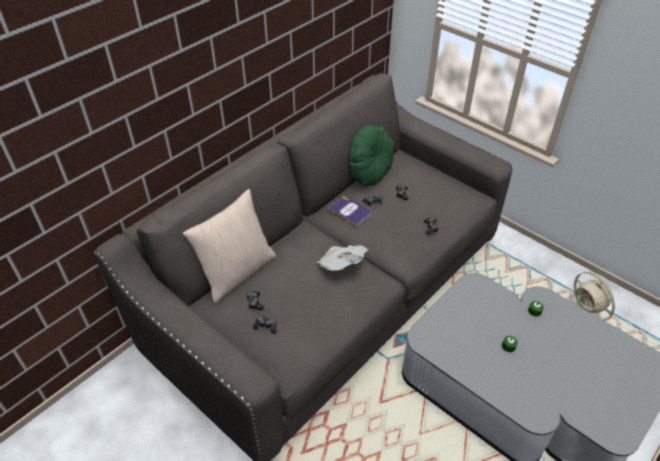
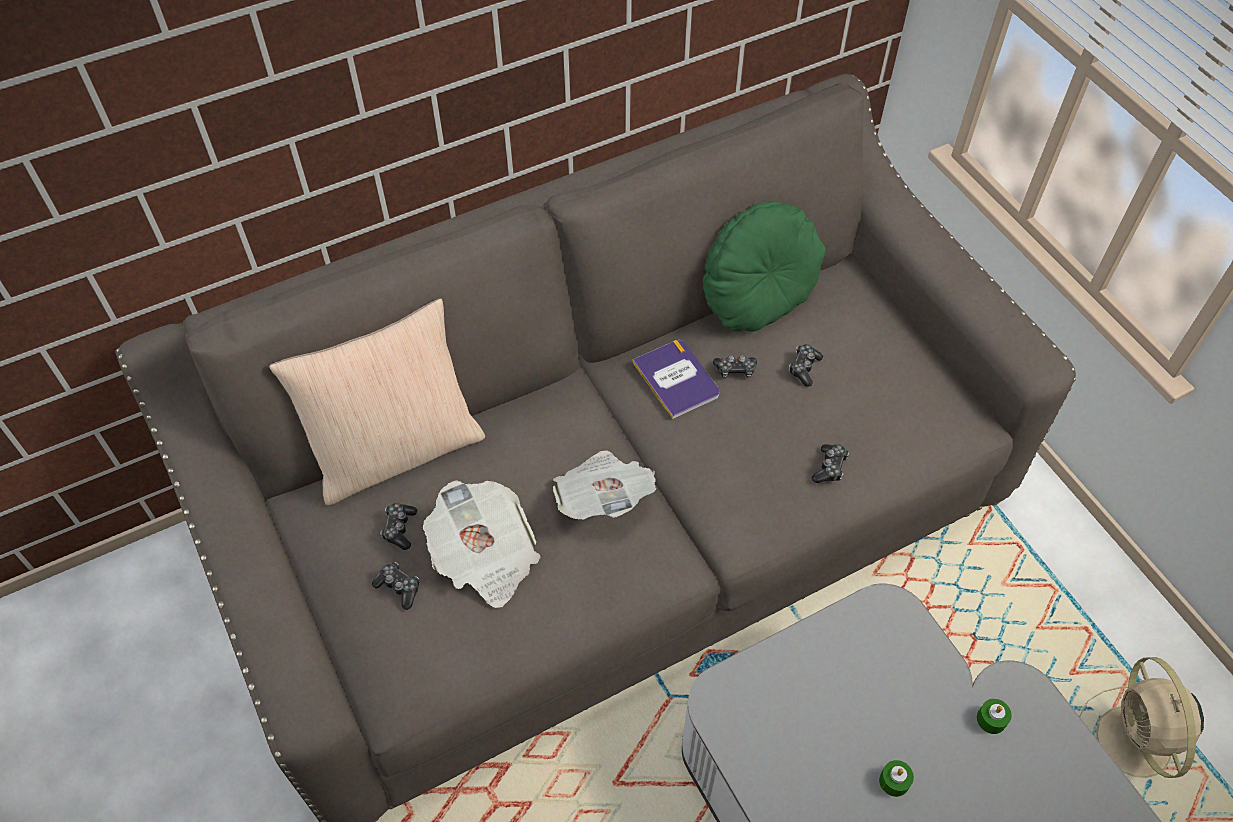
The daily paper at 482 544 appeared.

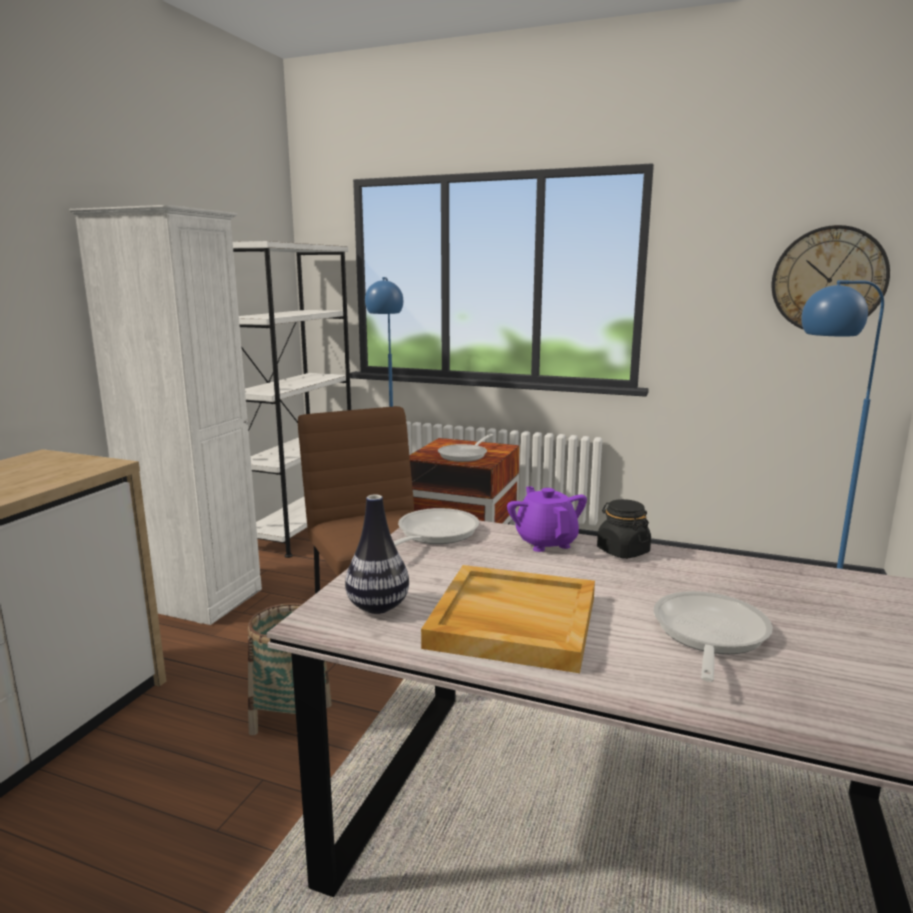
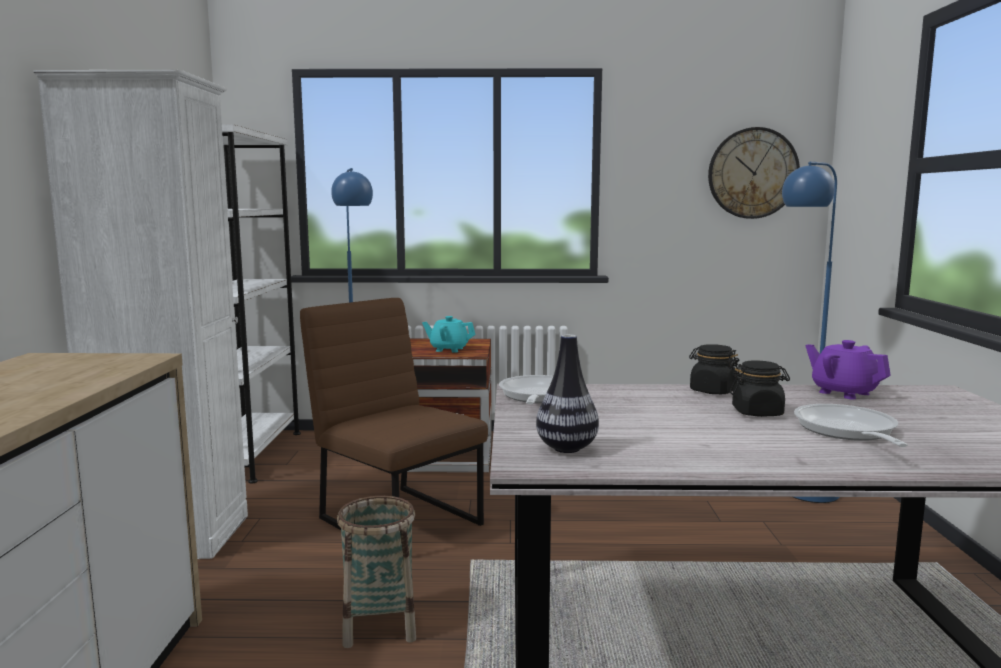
The beige-coloured carrying tray at 508 619 disappeared.
The pan at 465 448 was replaced by the turquoise-coloured pot for tea at 449 334.
The purplish pot for tea moved from 547 519 to 848 369.
The blackish jar at 760 388 appeared.

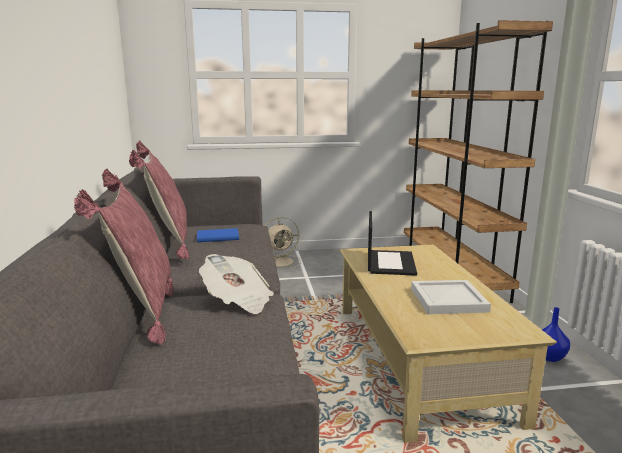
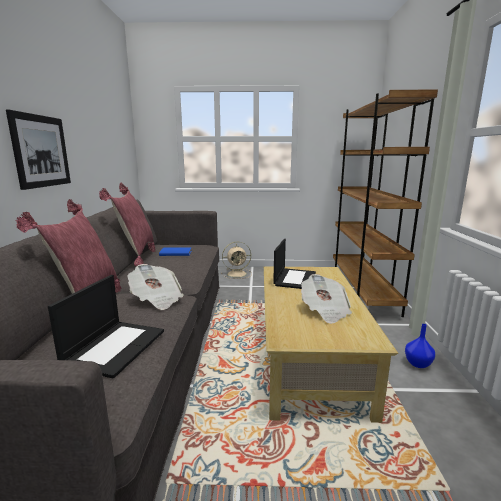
The white-coloured carrying tray at 451 297 was replaced by the daily paper at 326 299.
The wall picture at 38 149 appeared.
The notebook computer at 106 326 appeared.

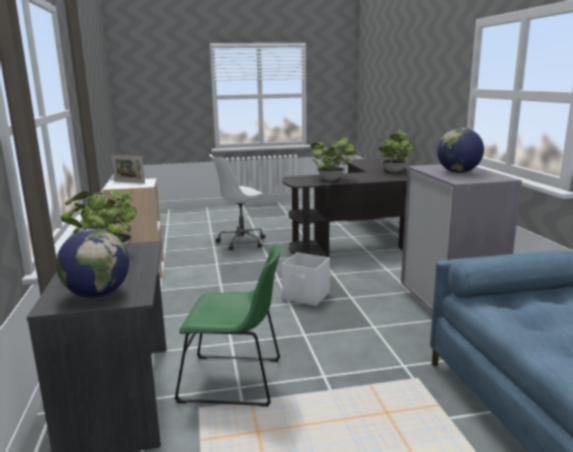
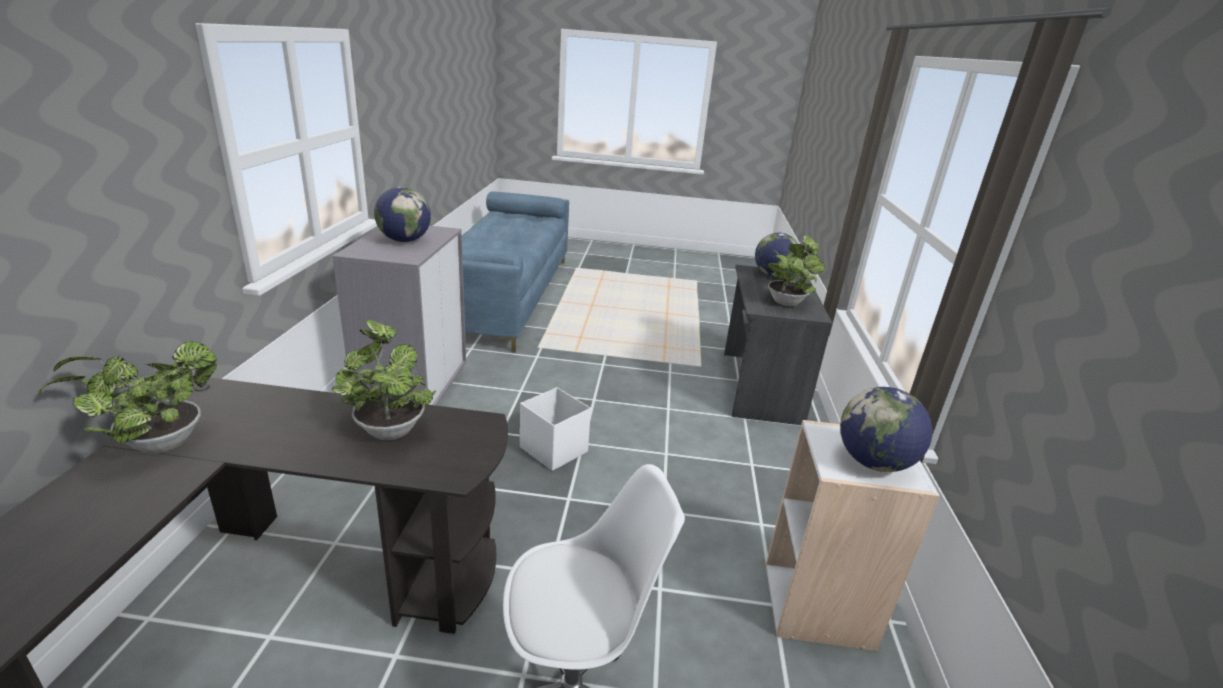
The picture frame at 128 169 was replaced by the globe at 886 429.
The greenish chair at 227 324 disappeared.

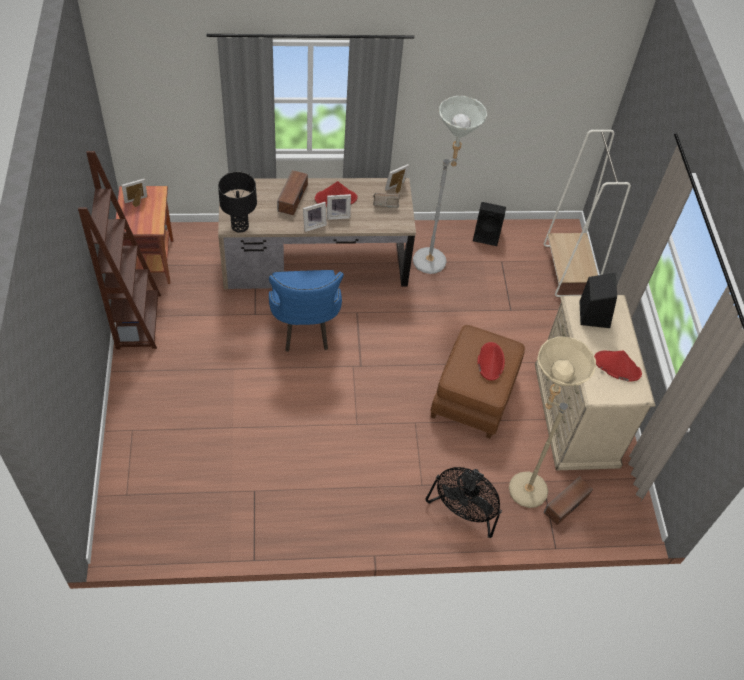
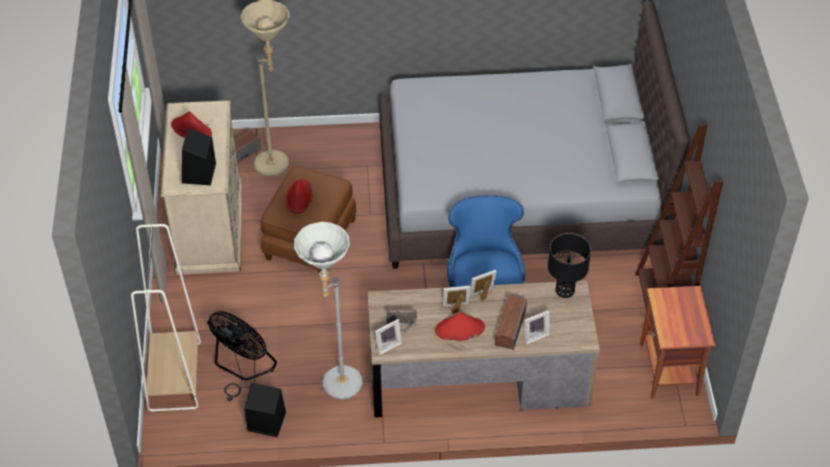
The picture frame moved from 134 193 to 537 327.
The blackish cooling fan moved from 464 502 to 242 356.
The greyish sleeping bed at 534 135 appeared.

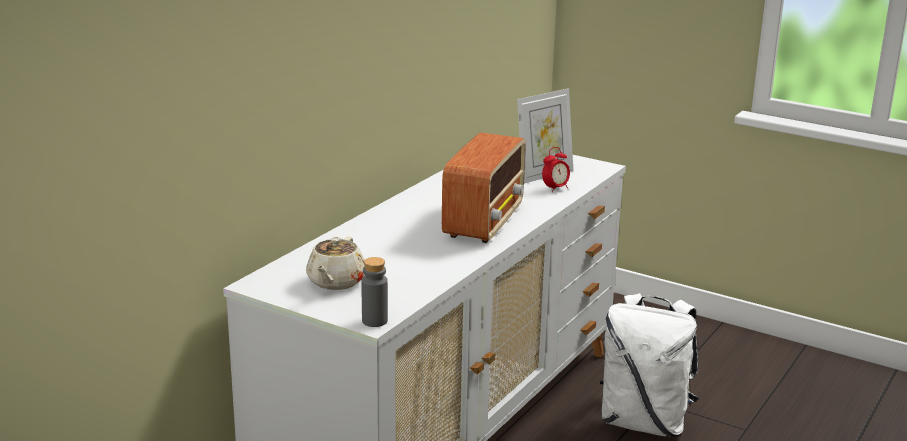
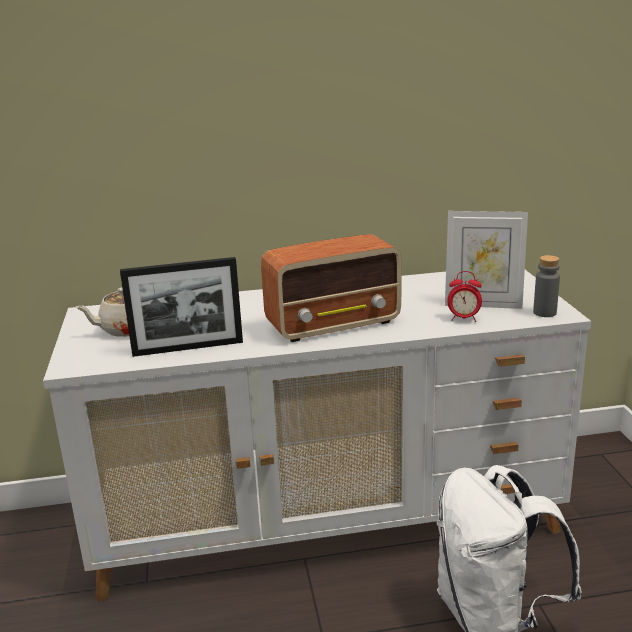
The greyish bottle moved from 374 292 to 546 286.
The picture frame at 181 307 appeared.

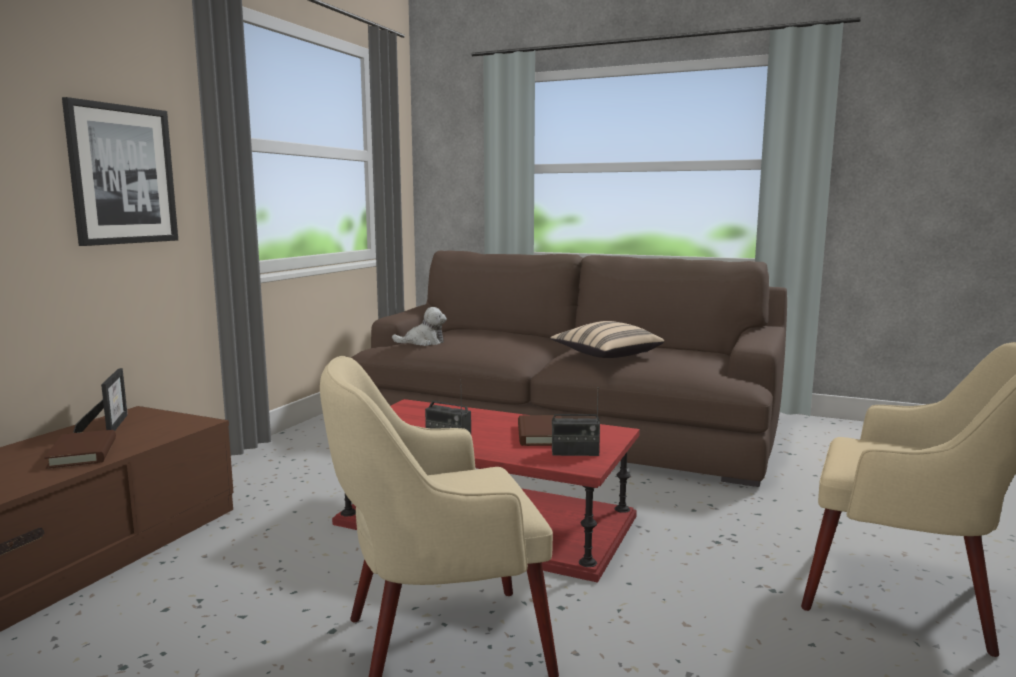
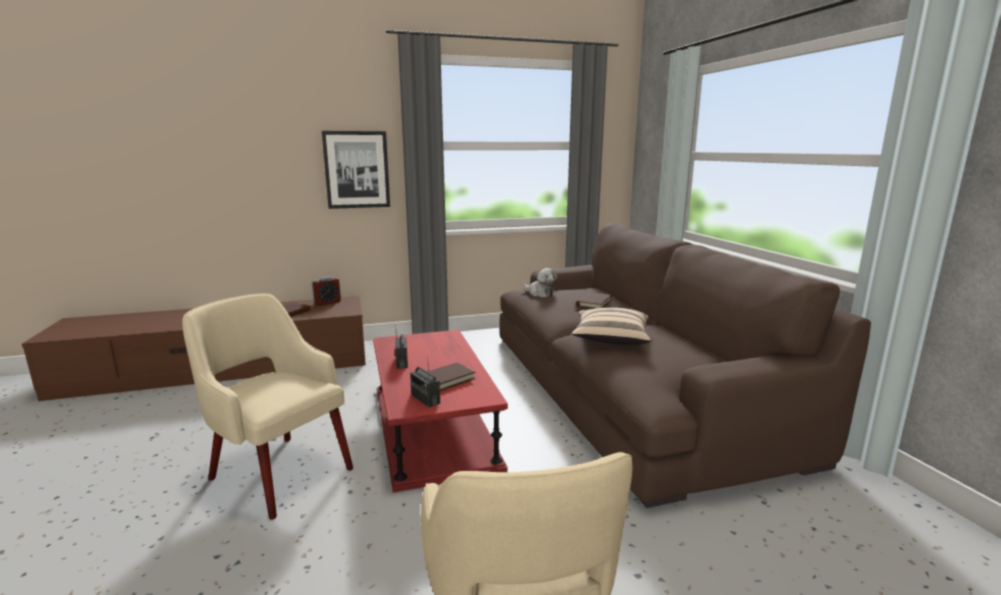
The picture frame at 100 400 was replaced by the alarm clock at 326 291.
The brown-coloured bound book at 594 300 appeared.

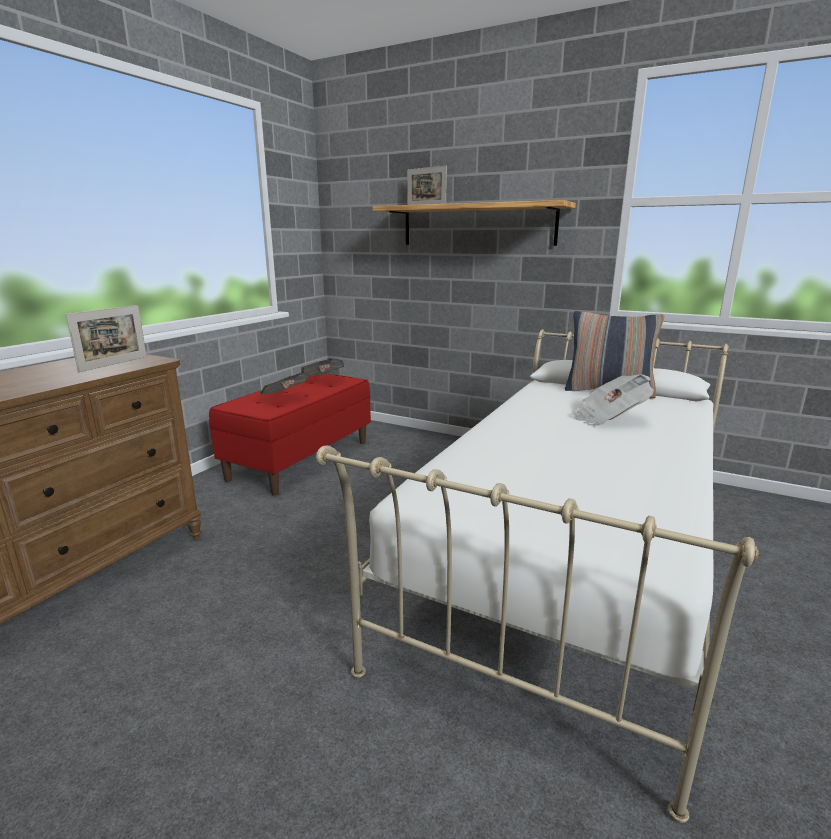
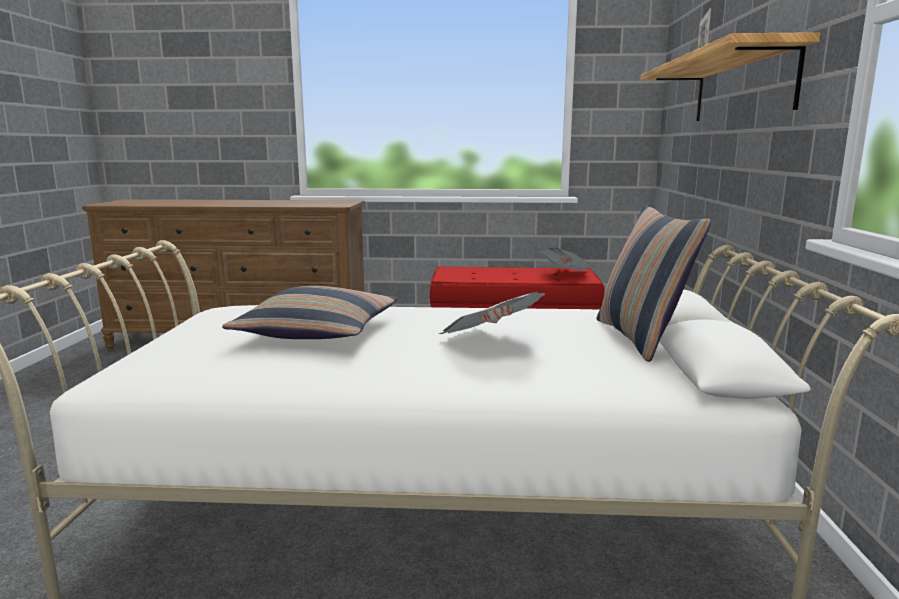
The picture frame at 106 338 disappeared.
The daily paper at 284 384 disappeared.
The throw pillow at 310 312 appeared.

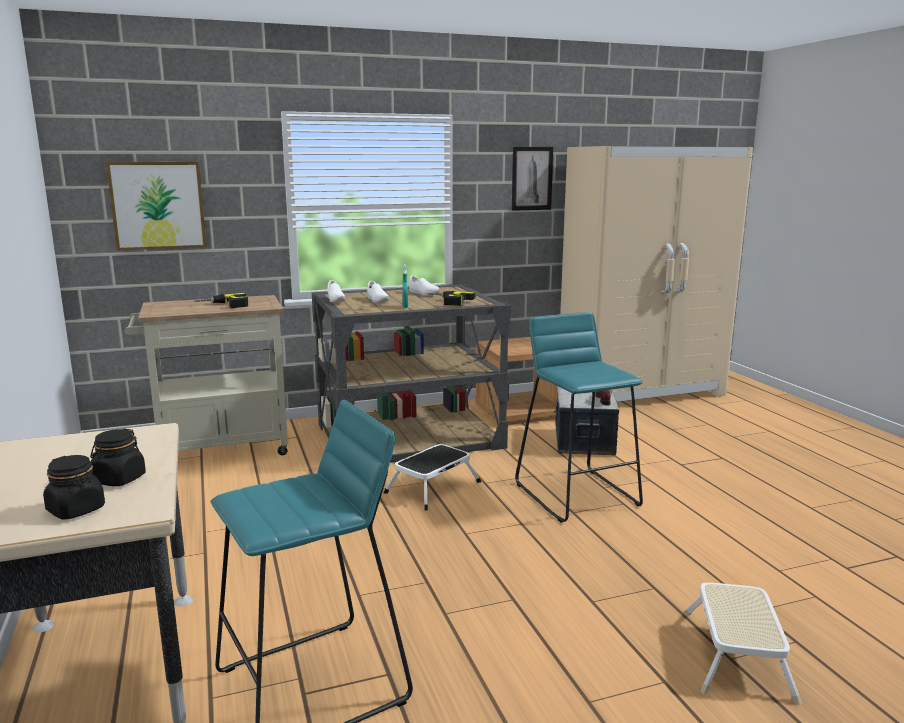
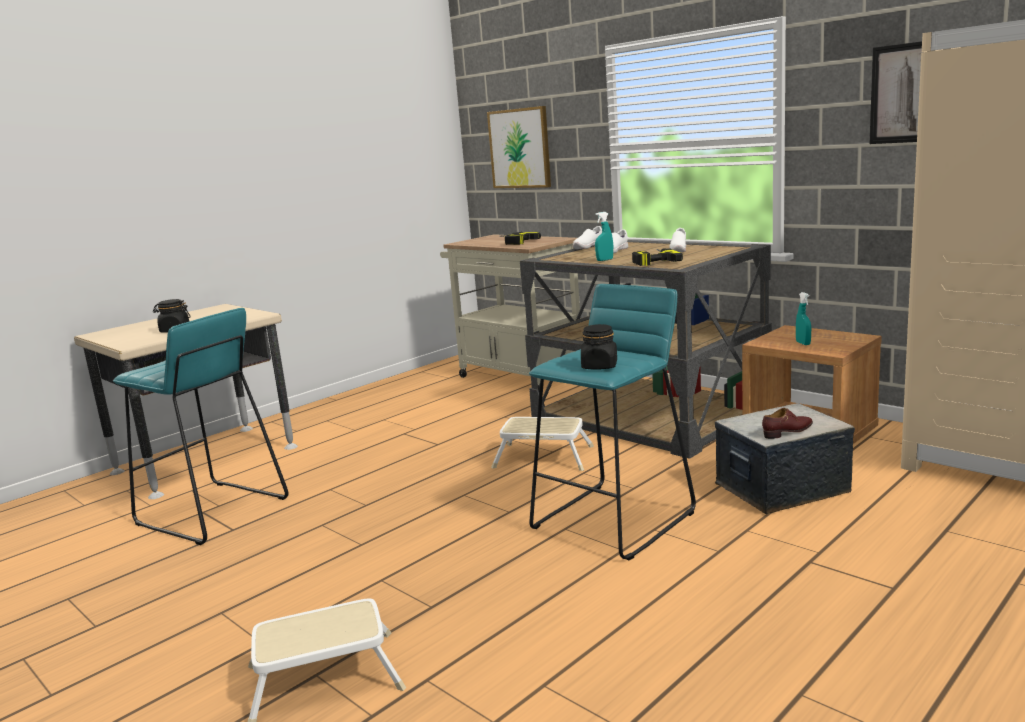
The blackish jar moved from 74 487 to 599 347.
The blackish stepladder at 432 477 became the beige-coloured stepladder at 542 444.
The turquoise-coloured sprayer at 803 318 appeared.

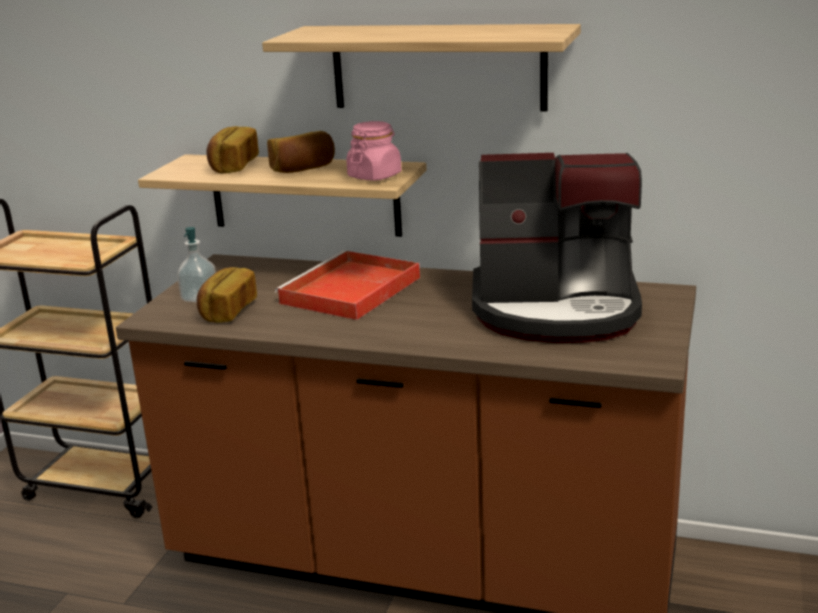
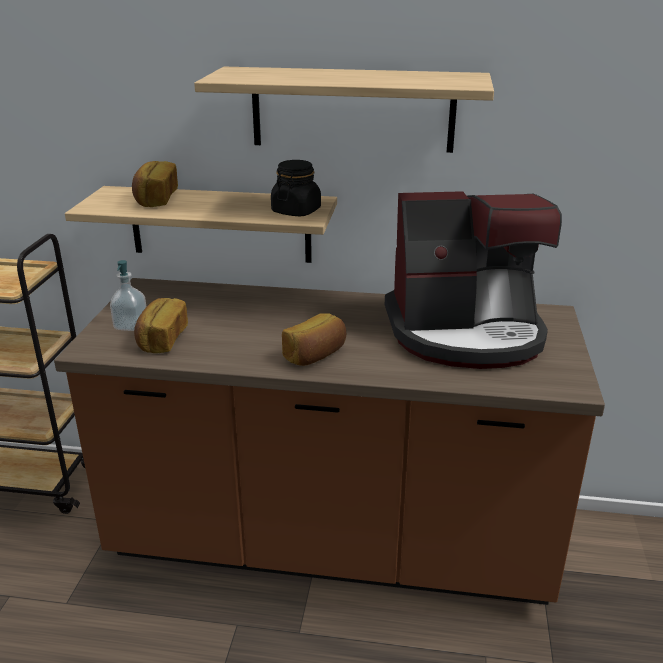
The bakery bread moved from 301 152 to 314 339.
The red-coloured carrying tray at 347 285 disappeared.
The pinkish jar at 373 151 became the blackish jar at 296 188.

